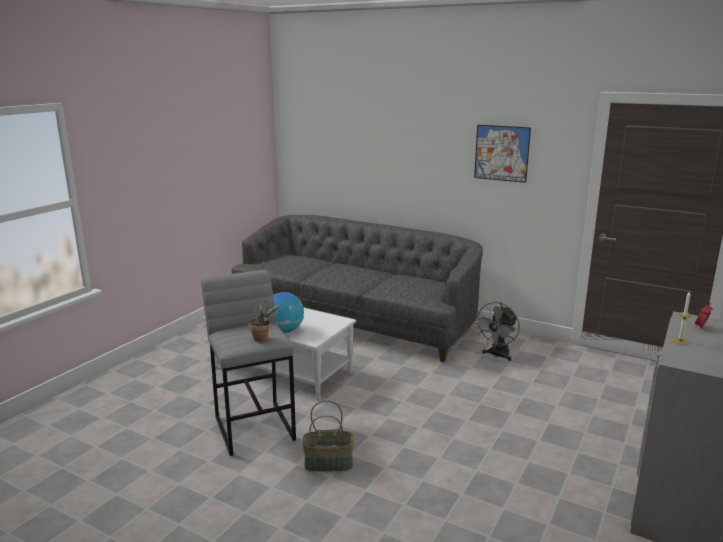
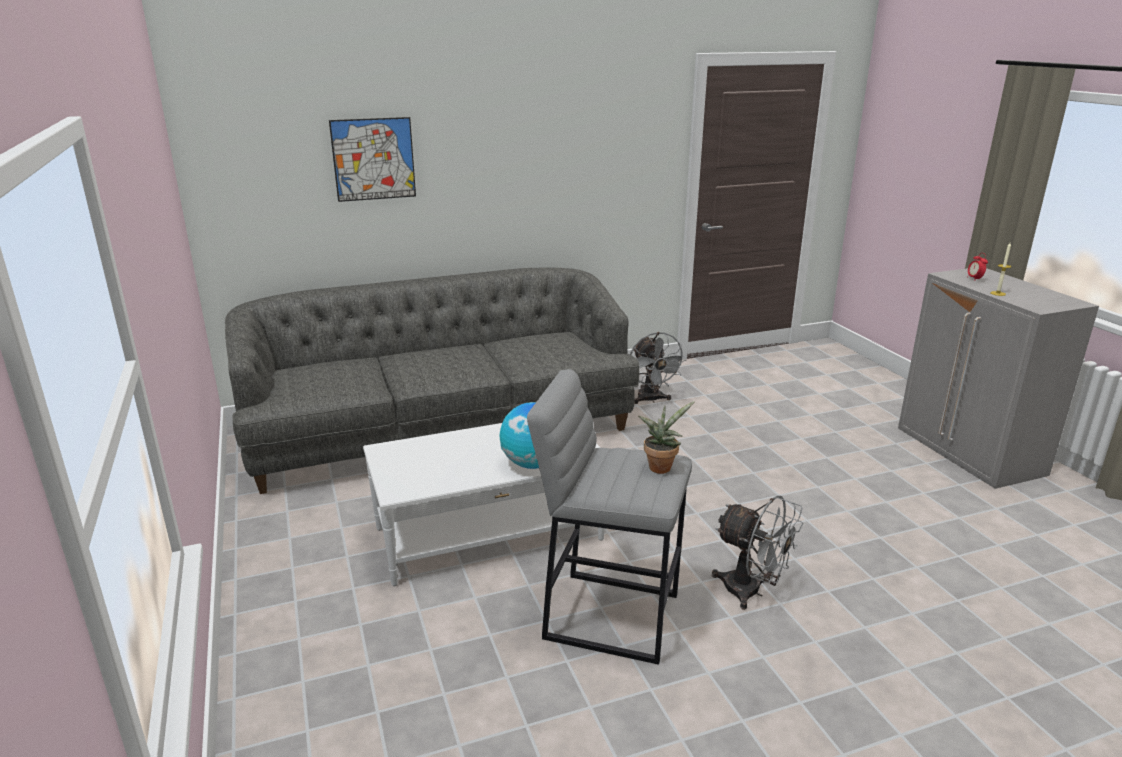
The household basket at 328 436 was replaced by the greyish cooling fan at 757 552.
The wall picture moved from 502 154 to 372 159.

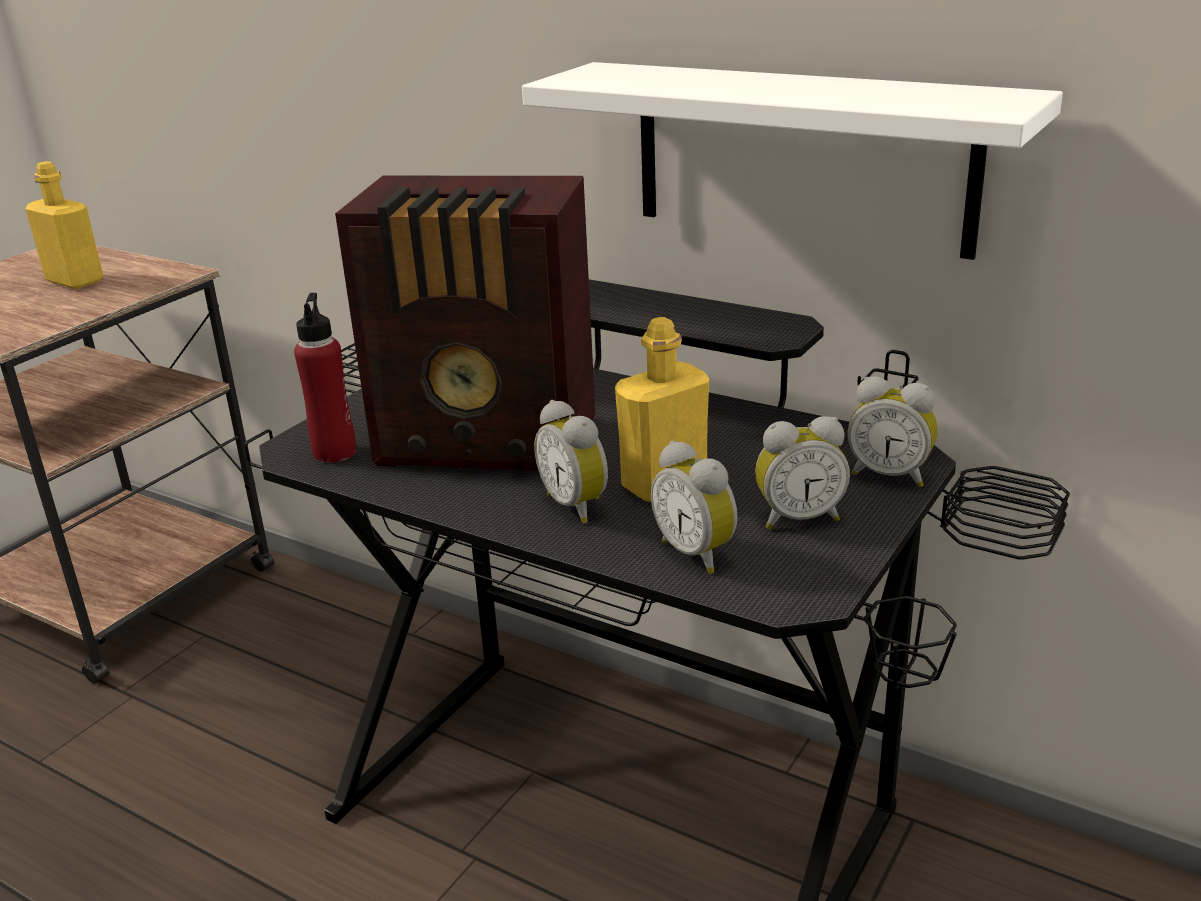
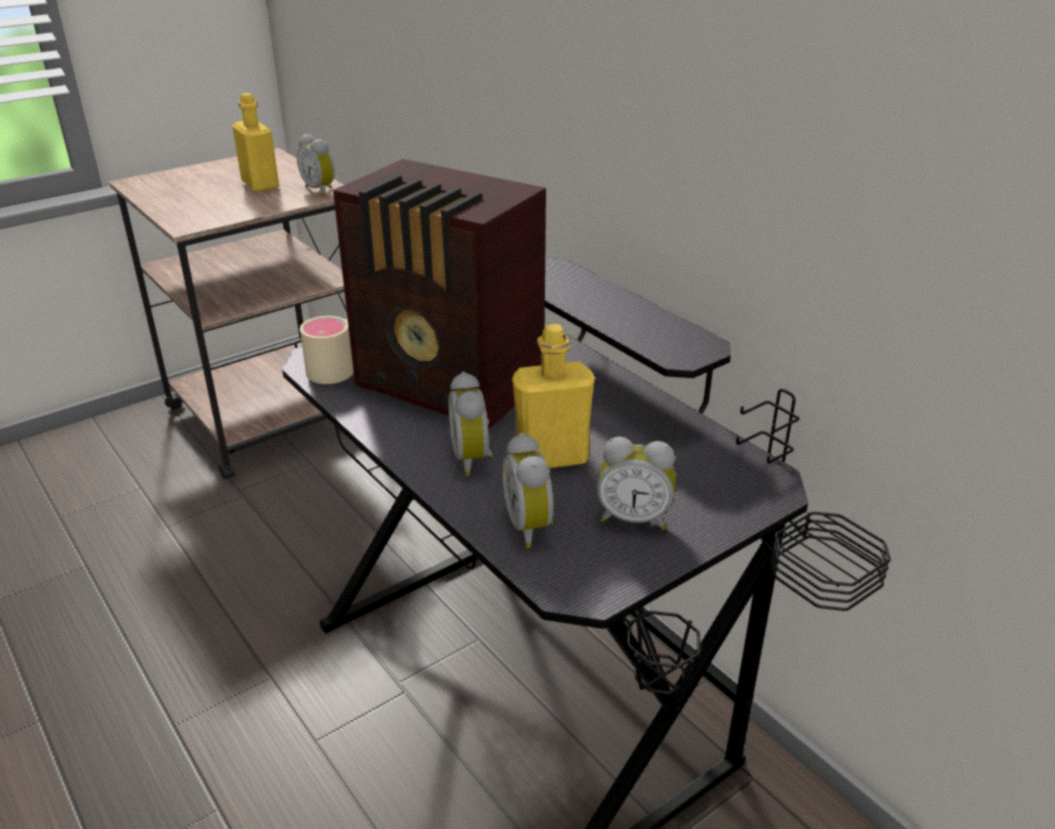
The red-coloured bottle at 325 378 was replaced by the beige-coloured tea mug at 327 350.
The white-coloured bracket shelf at 792 161 disappeared.
The alarm clock moved from 893 431 to 316 165.

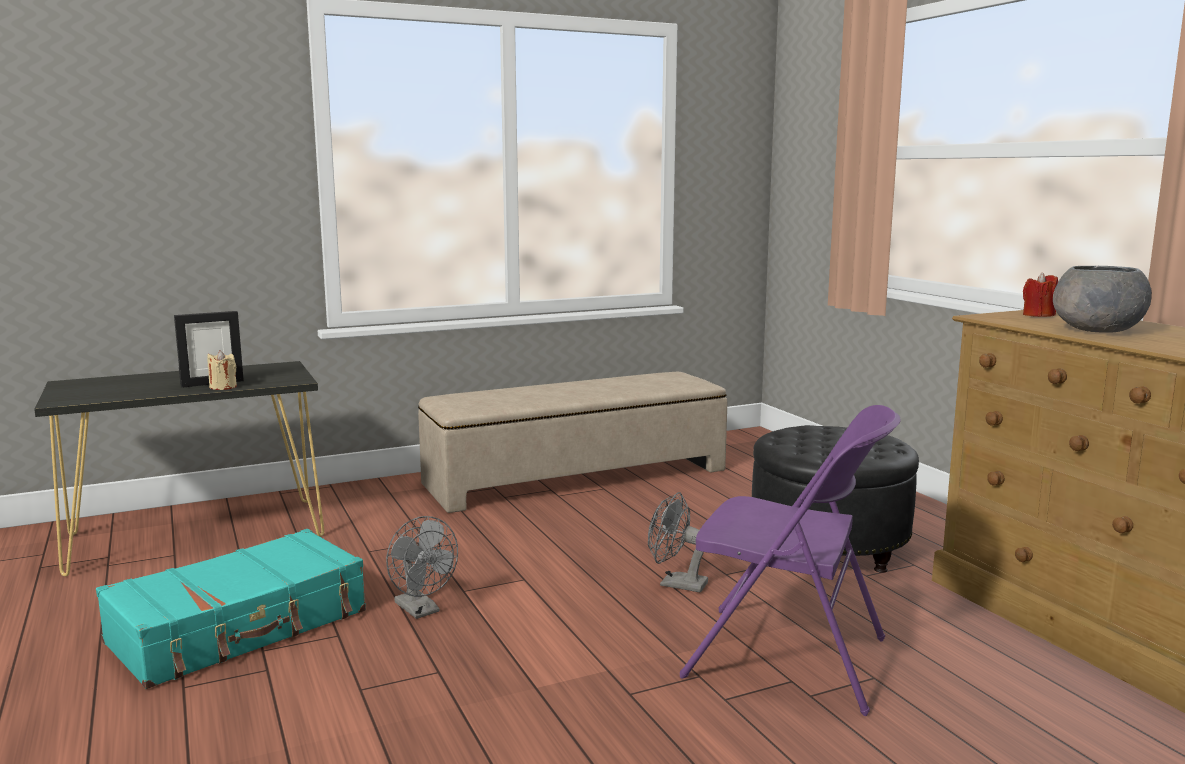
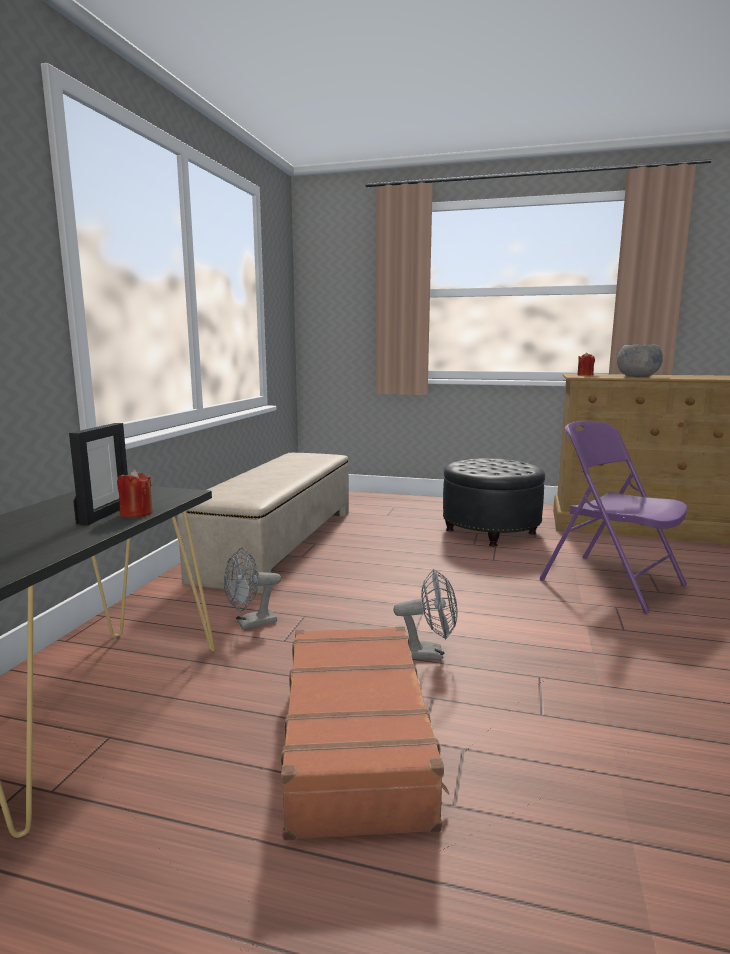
The turquoise-coloured piece of luggage at 231 609 became the brown-coloured piece of luggage at 364 733.
The beige-coloured wax candle at 222 370 became the red-coloured wax candle at 135 493.
The greyish cooling fan moved from 678 542 to 252 588.
The purplish chair at 790 560 turned 105 degrees counterclockwise.

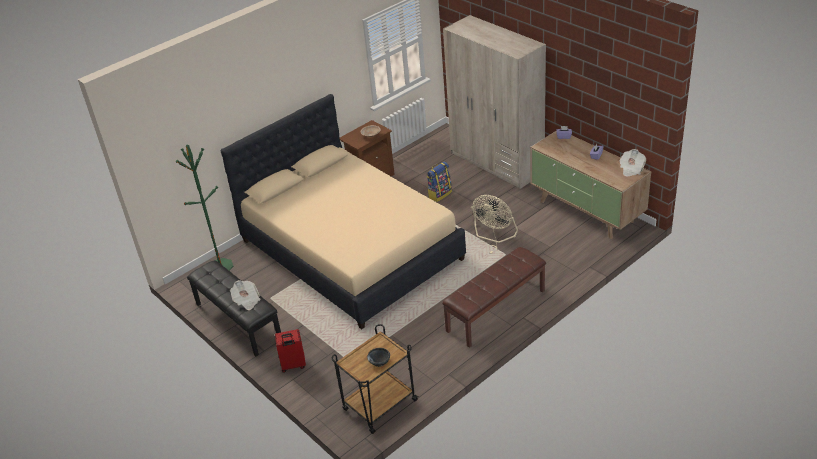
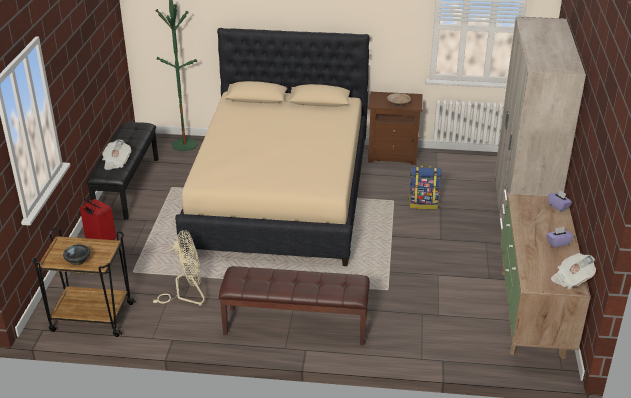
The beige-coloured cooling fan moved from 494 224 to 178 268.

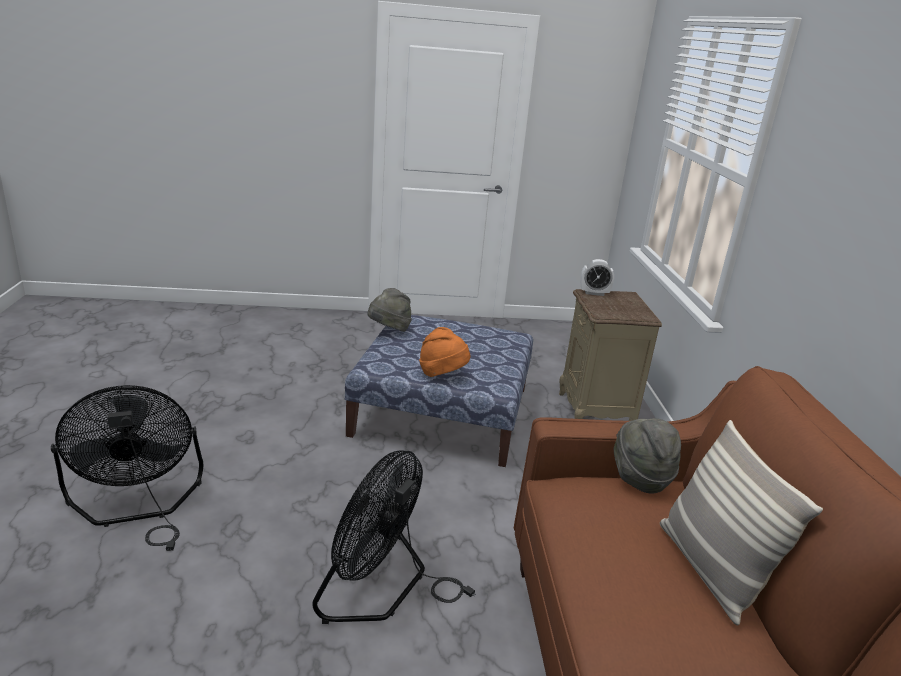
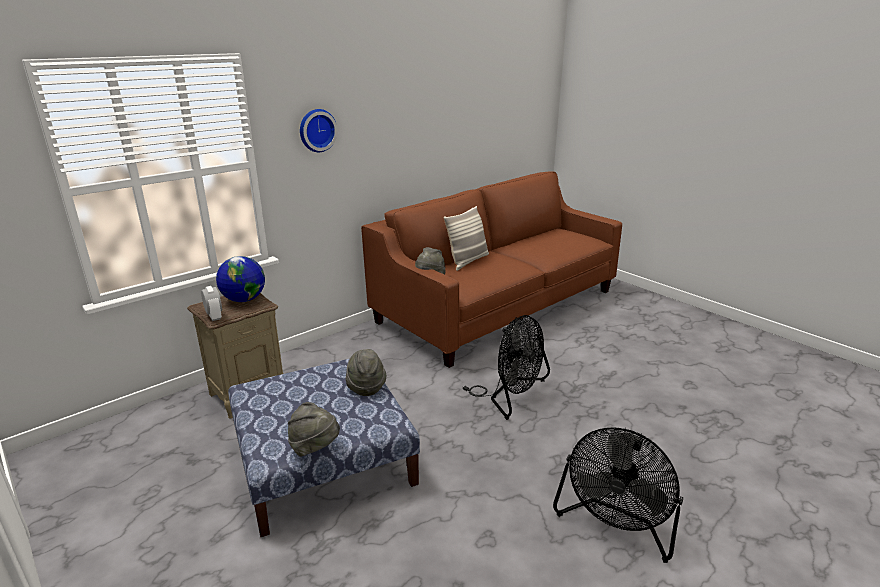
The blackish cooling fan at 393 537 turned 45 degrees counterclockwise.
The orange-coloured wearable hat at 445 352 became the greyish wearable hat at 366 372.
The globe at 240 279 appeared.
The clock on the wall at 319 130 appeared.

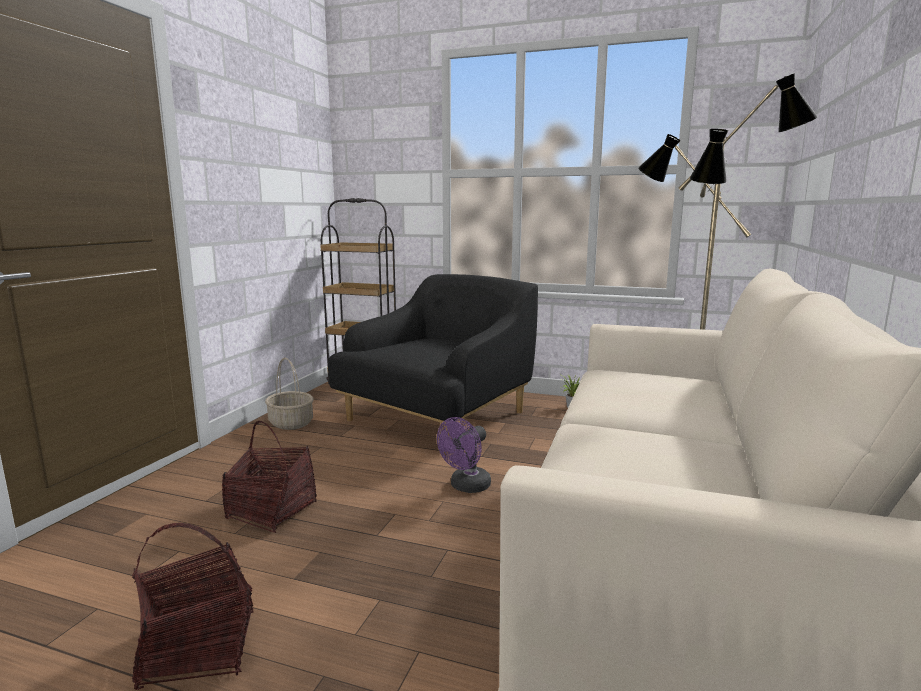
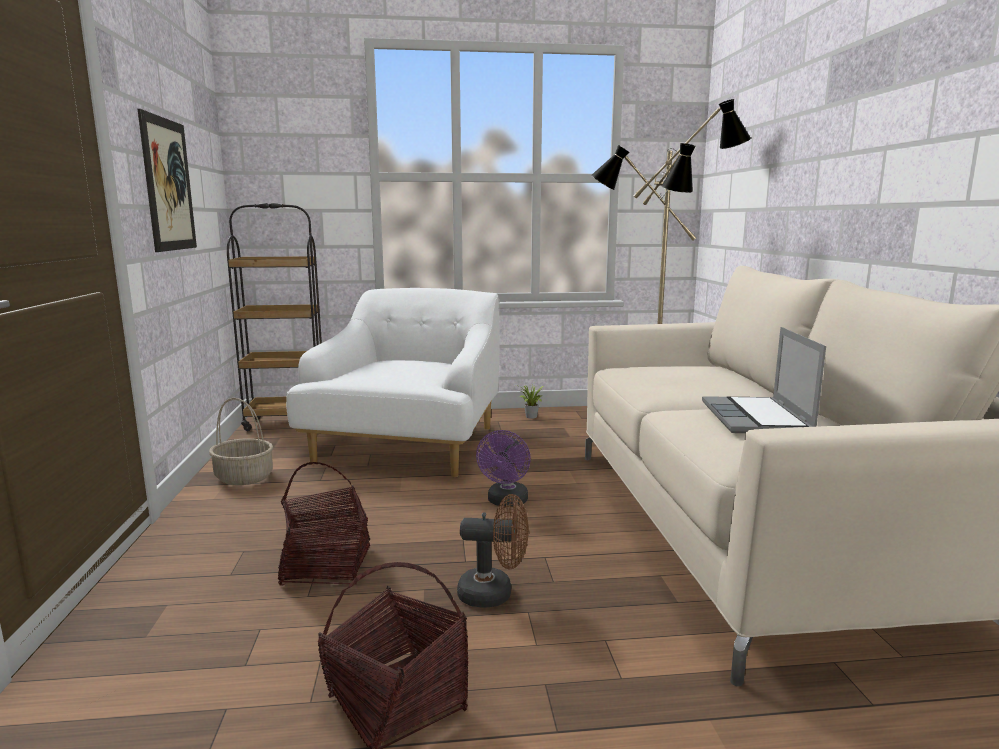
The blackish easy chair at 433 364 became the white-coloured easy chair at 393 382.
The wall picture at 167 180 appeared.
The brown-coloured cooling fan at 493 550 appeared.
The notebook computer at 764 380 appeared.

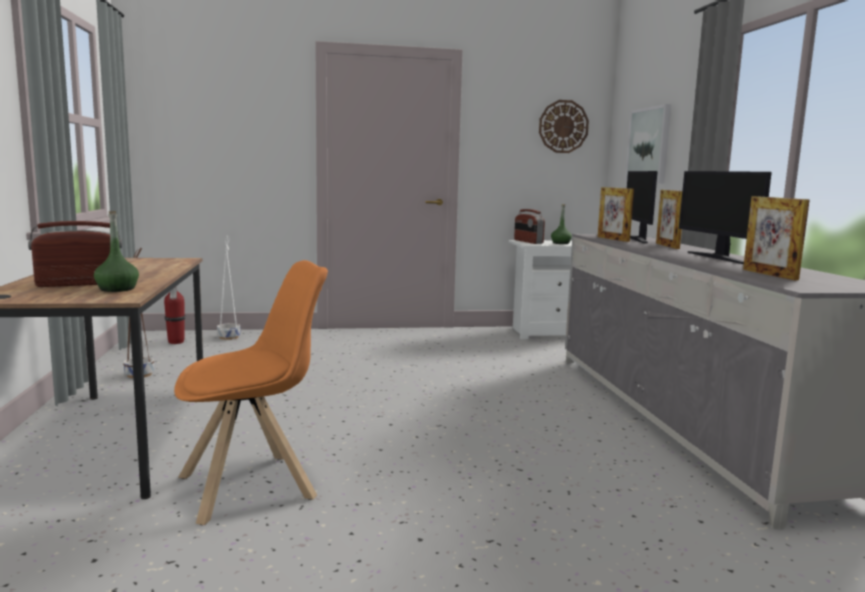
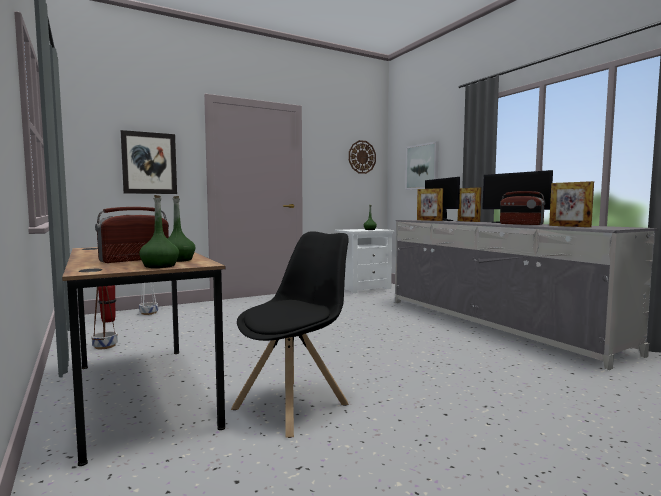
The orange-coloured chair at 251 392 became the blackish chair at 290 334.
The radio set moved from 529 226 to 522 208.
The wall picture at 149 162 appeared.
The greenish bottle at 159 231 appeared.

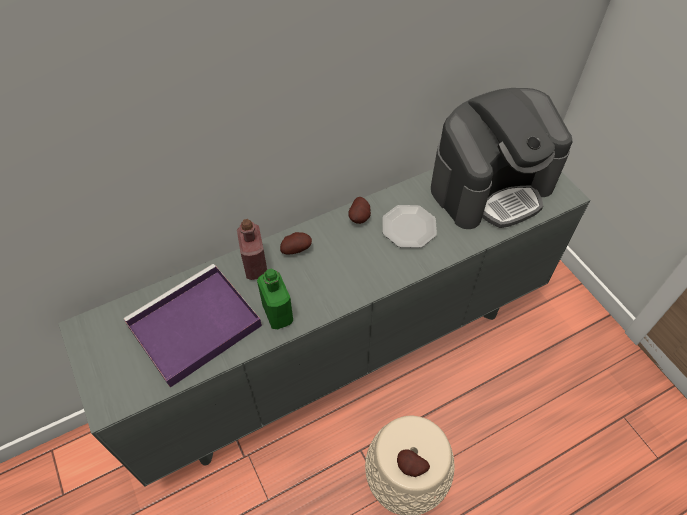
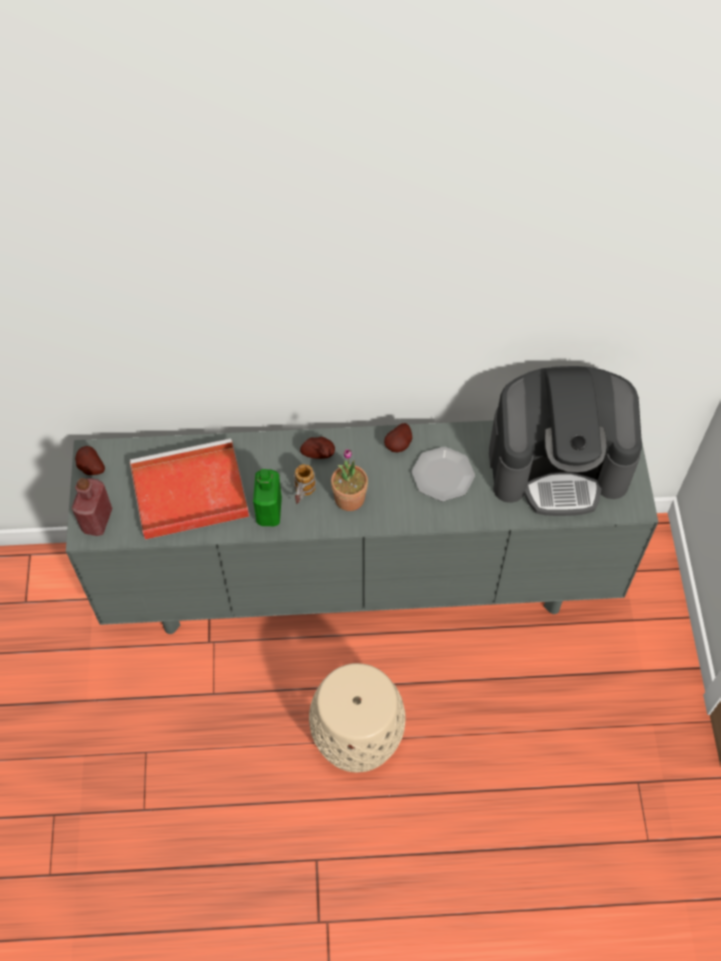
The purplish carrying tray at 193 326 became the red-coloured carrying tray at 189 489.
The red-coloured bottle moved from 252 249 to 92 507.
The whole potato moved from 413 463 to 90 460.
The tea mug at 305 484 appeared.
The potted plant at 349 480 appeared.

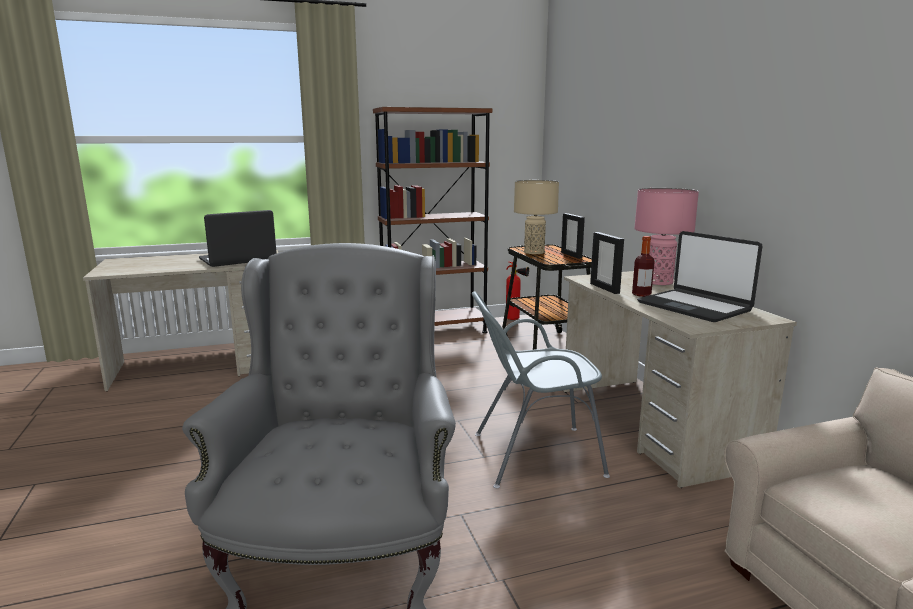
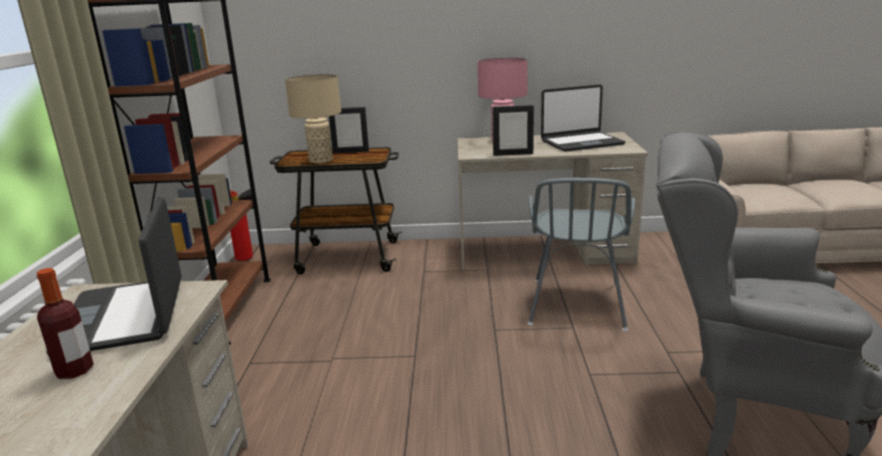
The bottle moved from 643 266 to 65 323.

